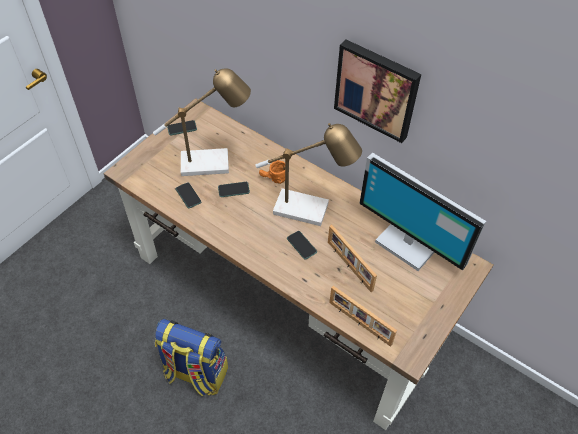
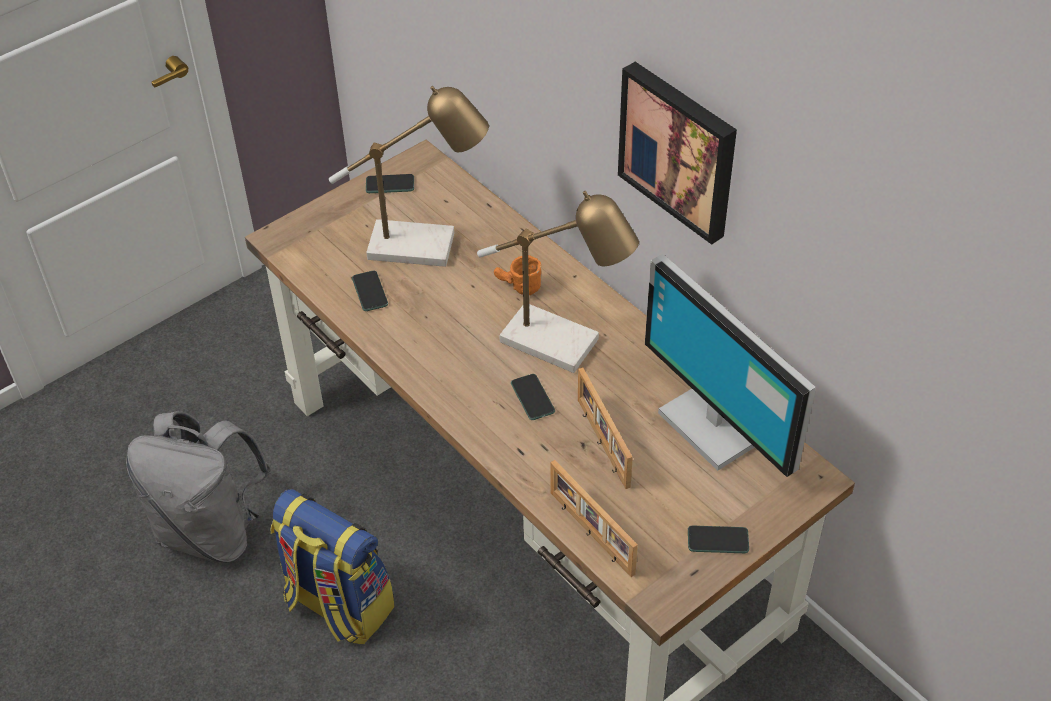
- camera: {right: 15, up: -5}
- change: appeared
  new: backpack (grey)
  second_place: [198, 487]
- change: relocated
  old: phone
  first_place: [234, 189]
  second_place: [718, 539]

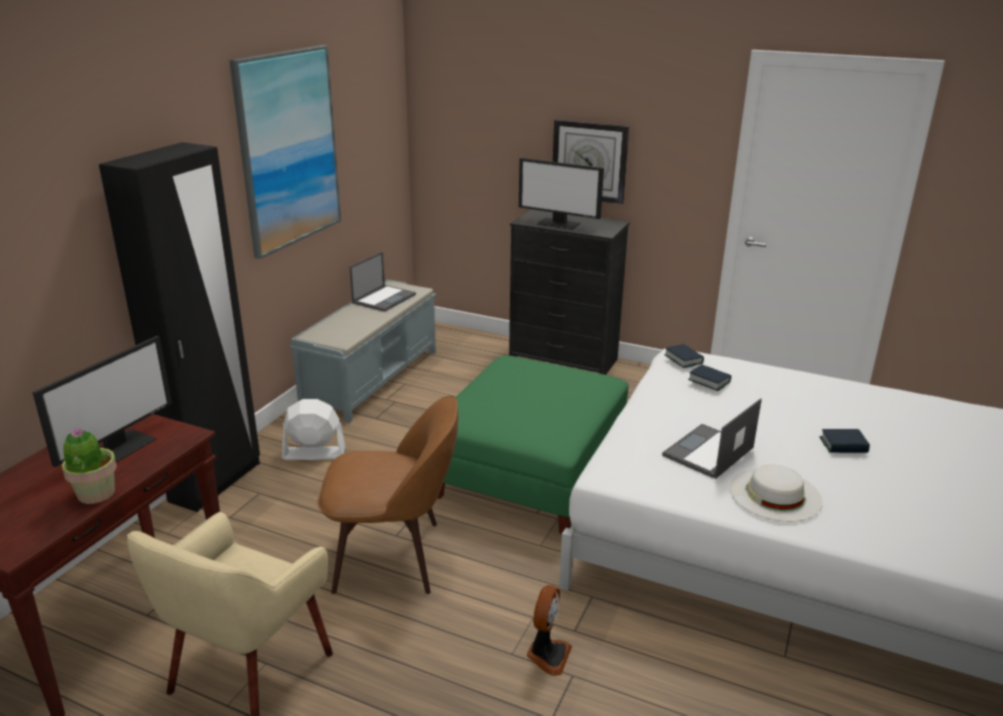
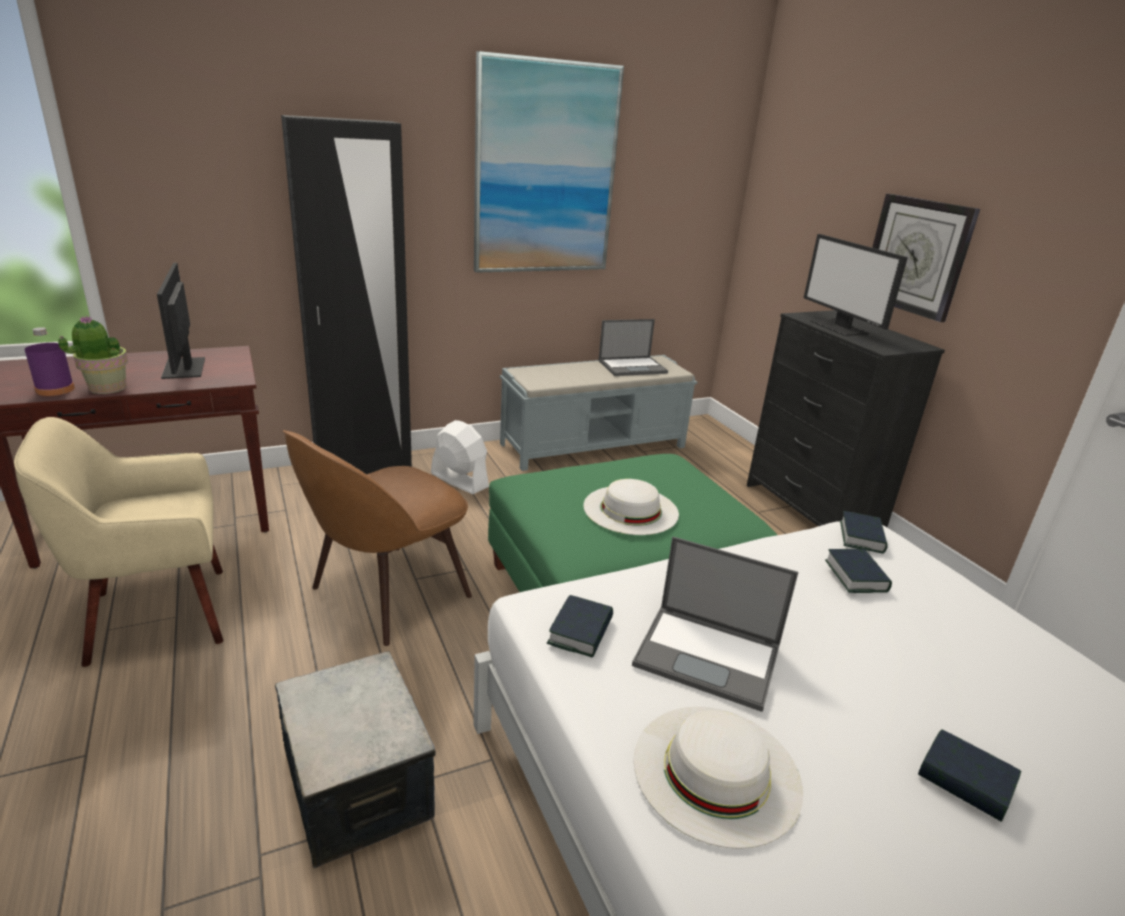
- camera: {right: 40, up: 0}
- change: appeared
  new: bottle (purple)
  second_place: [50, 361]
- change: spun
  old: monitor
  first_place: [102, 401]
  second_place: [181, 321]
  degrees: 90
- change: exchanged
  old: fan
  new: storage box
  first_place: [549, 630]
  second_place: [355, 759]
- change: spun
  old: chair (brown)
  first_place: [387, 495]
  second_place: [377, 538]
  degrees: 90
- change: appeared
  new: book
  second_place: [580, 626]
- change: appeared
  new: hat (white)
  second_place: [631, 507]
- change: spun
  old: laptop
  first_place: [712, 438]
  second_place: [715, 624]
  degrees: -150

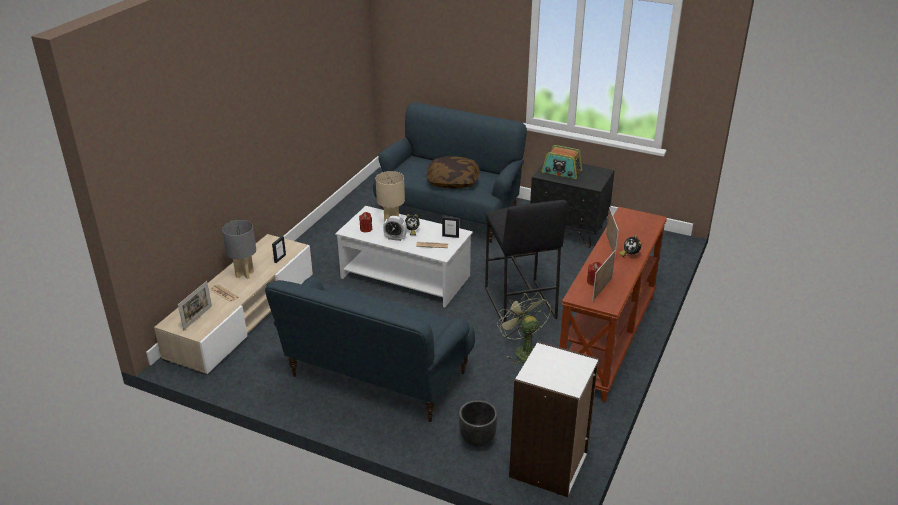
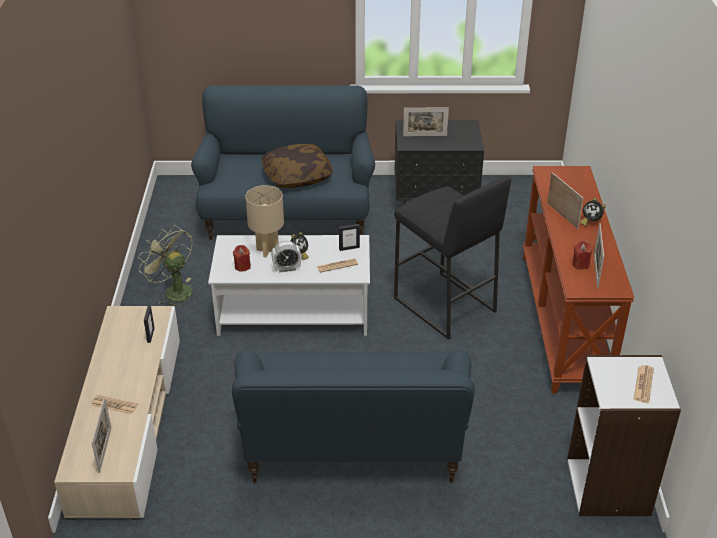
- camera: {right: -25, up: 5}
- change: relocated
  old: fan (green)
  first_place: [524, 329]
  second_place: [165, 266]
- change: exchanged
  old: radio
  new: picture frame
  first_place: [562, 162]
  second_place: [426, 121]
- change: appeared
  new: newspaper
  second_place: [643, 384]
- change: missing
  old: table lamp (grey)
  first_place: [239, 249]
- change: missing
  old: planter (black)
  first_place: [478, 423]

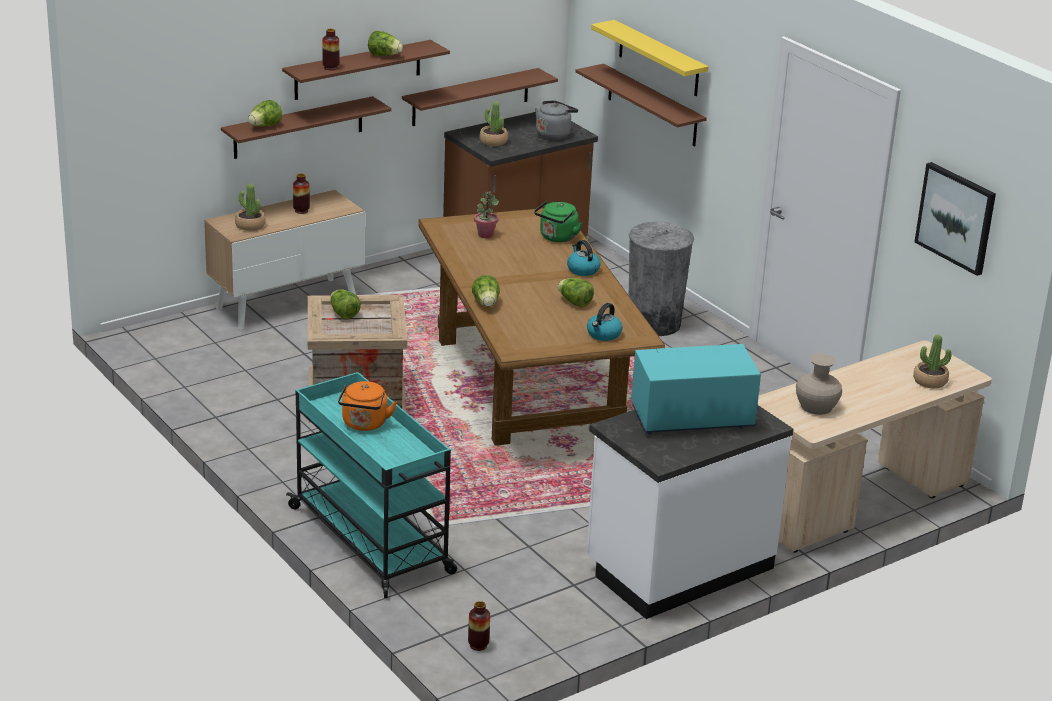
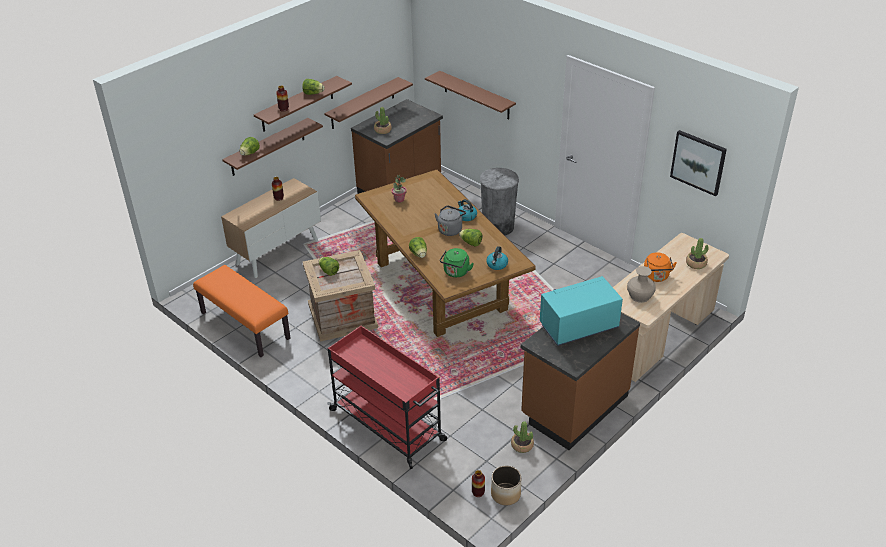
- camera: {right: -10, up: 10}
- change: appeared
  new: bench (orange)
  second_place: [241, 311]
- change: colour
  old: cart (turquoise)
  new: cart (red)
  first_place: [371, 485]
  second_place: [387, 397]
- change: relocated
  old: kettle (grey)
  first_place: [556, 120]
  second_place: [450, 220]
- change: relocated
  old: kettle (green)
  first_place: [558, 221]
  second_place: [457, 262]
- change: appeared
  new: planter
  second_place: [506, 485]
- change: relocated
  old: potted plant
  first_place: [250, 207]
  second_place: [522, 437]
- change: colour
  old: counter (white)
  new: counter (brown)
  first_place: [690, 512]
  second_place: [580, 381]
- change: relocated
  old: kettle (orange)
  first_place: [367, 406]
  second_place: [660, 267]
- change: missing
  old: shelf (yellow)
  first_place: [650, 58]

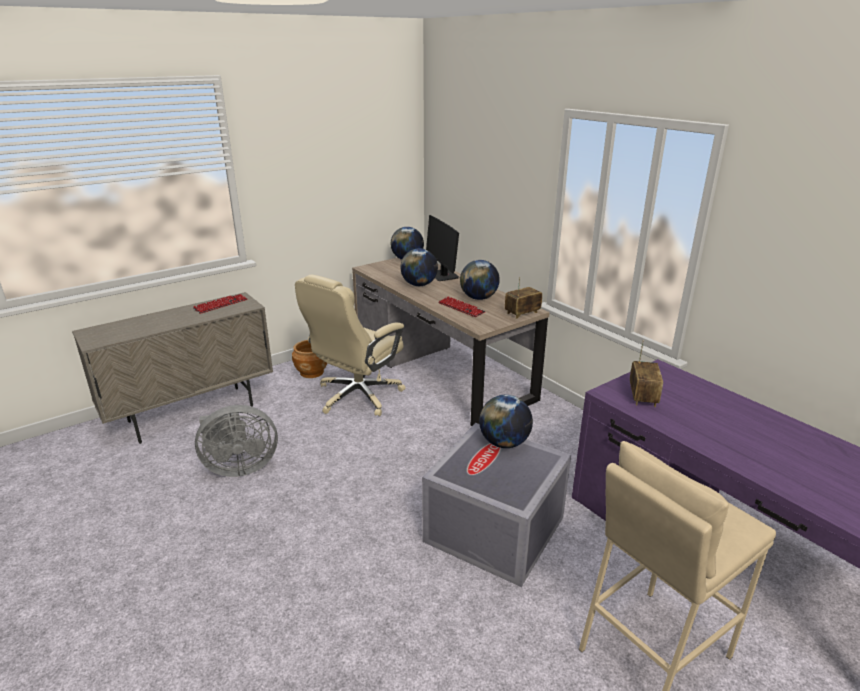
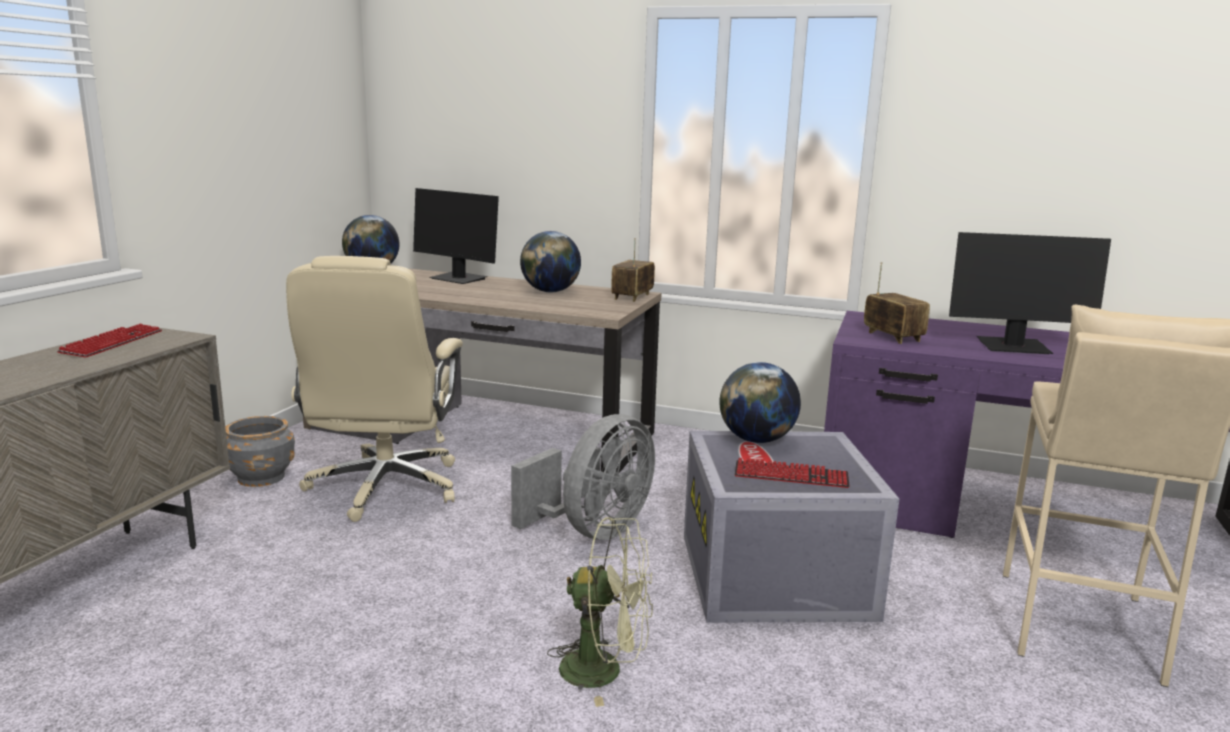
- camera: {right: -35, up: -10}
- change: colour
  old: planter (brown)
  new: planter (grey)
  first_place: [310, 359]
  second_place: [260, 451]
- change: relocated
  old: fan (grey)
  first_place: [236, 441]
  second_place: [583, 477]
- change: appeared
  new: fan (green)
  second_place: [600, 612]
- change: relocated
  old: keyboard
  first_place: [462, 306]
  second_place: [792, 473]
- change: appeared
  new: monitor
  second_place: [1030, 293]
- change: missing
  old: globe
  first_place: [419, 267]

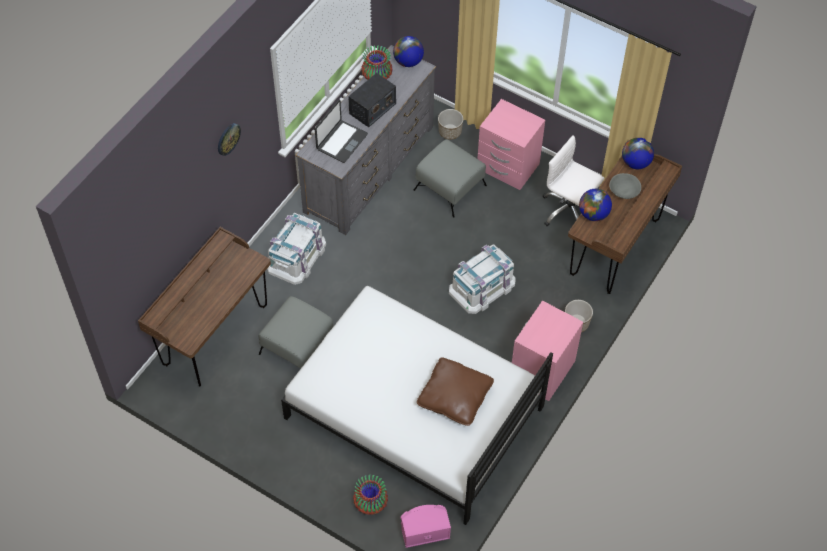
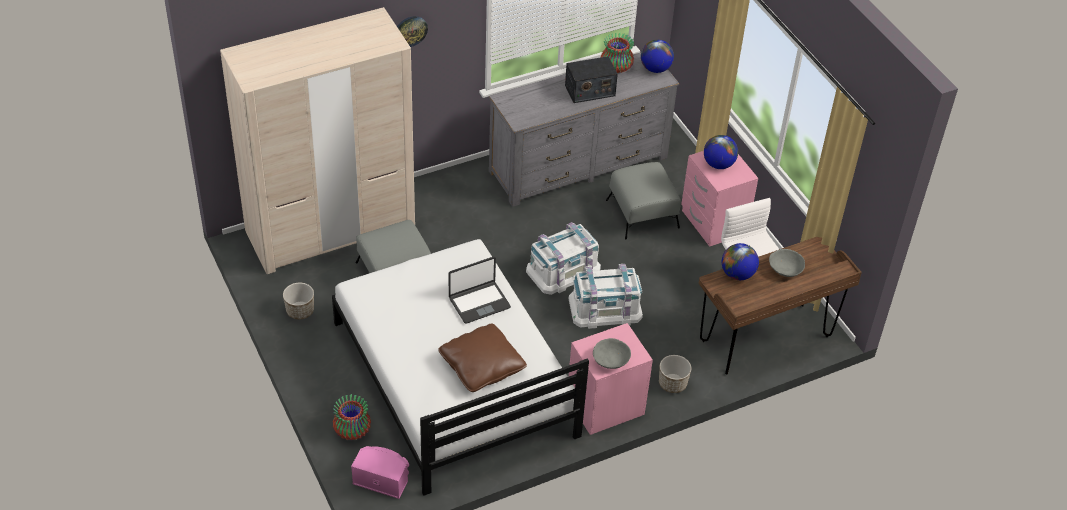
- camera: {right: 30, up: -10}
- change: exchanged
  old: desk (brown)
  new: wardrobe (beige)
  first_place: [204, 306]
  second_place: [317, 140]
- change: relocated
  old: planter
  first_place: [450, 124]
  second_place: [298, 301]
- change: relocated
  old: laptop
  first_place: [341, 131]
  second_place: [480, 290]
- change: relocated
  old: storage box (white)
  first_place: [296, 249]
  second_place: [563, 258]
- change: appeared
  new: bowl (grey)
  second_place: [612, 353]
- change: relocated
  old: globe
  first_place: [638, 153]
  second_place: [721, 152]

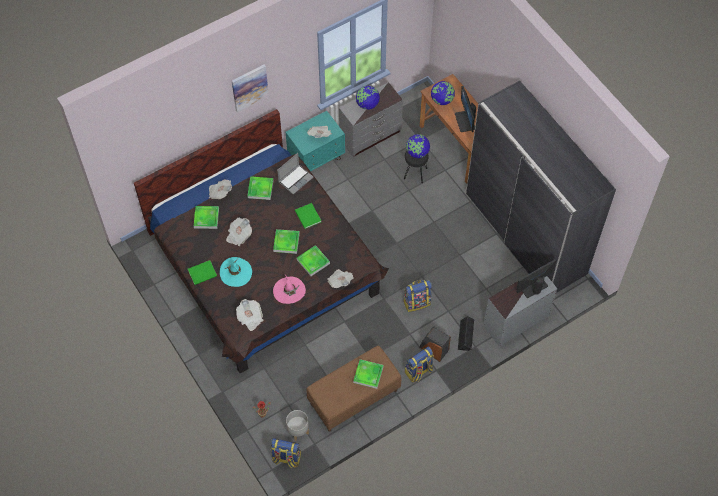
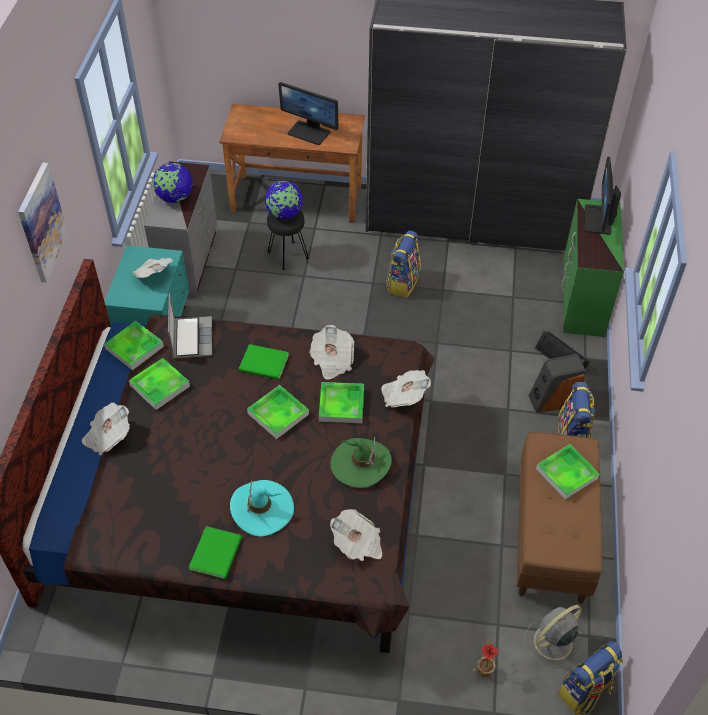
- camera: {right: -50, up: -10}
- change: relocated
  old: tray
  first_place: [206, 217]
  second_place: [134, 345]
- change: relocated
  old: newspaper
  first_place: [239, 232]
  second_place: [331, 352]
- change: colour
  old: hat (pink)
  new: hat (green)
  first_place: [289, 289]
  second_place: [361, 462]
- change: relocated
  old: backpack
  first_place: [417, 296]
  second_place: [403, 264]
- change: exchanged
  old: planter (grey)
  new: fan (grey)
  first_place: [297, 425]
  second_place: [553, 638]
- change: colour
  old: dresser (grey)
  new: dresser (green)
  first_place: [520, 311]
  second_place: [592, 268]
- change: missing
  old: globe
  first_place: [443, 93]

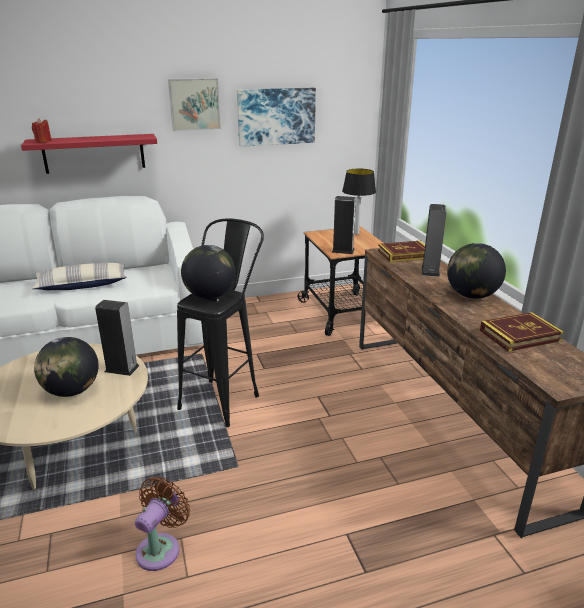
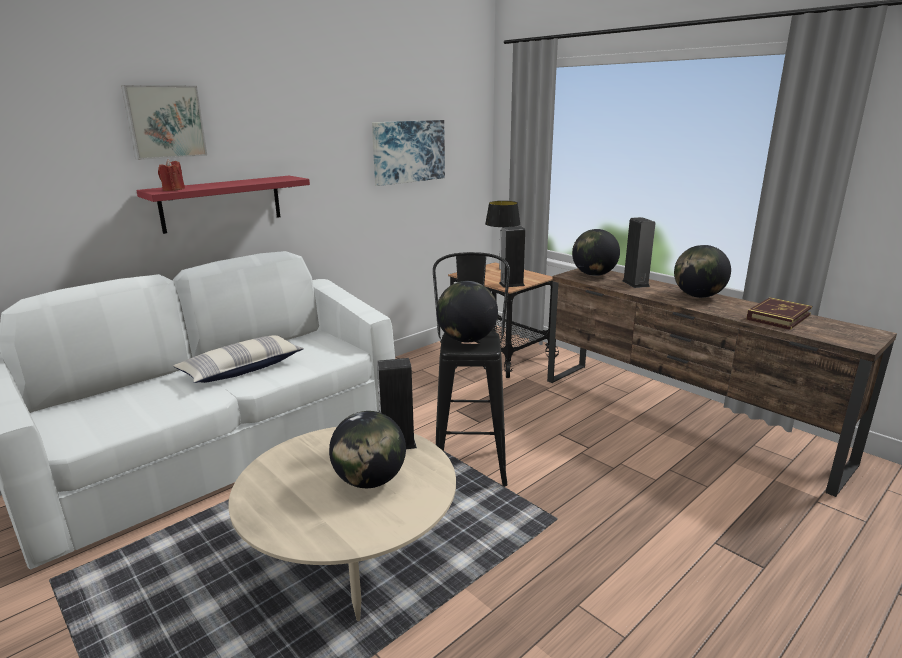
- camera: {right: -25, up: -5}
- change: relocated
  old: picture
  first_place: [194, 104]
  second_place: [164, 122]
- change: exchanged
  old: book
  new: globe
  first_place: [401, 251]
  second_place: [596, 252]
- change: missing
  old: fan (brown)
  first_place: [162, 523]

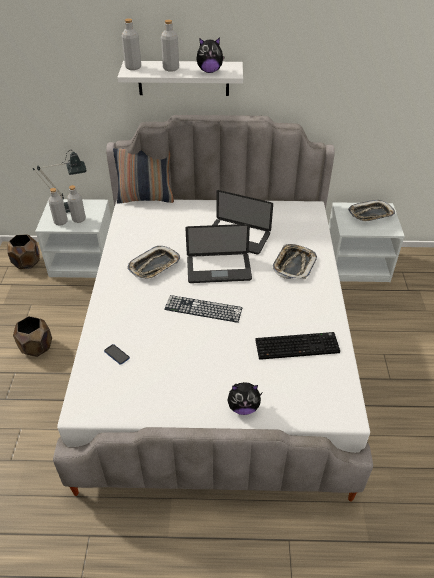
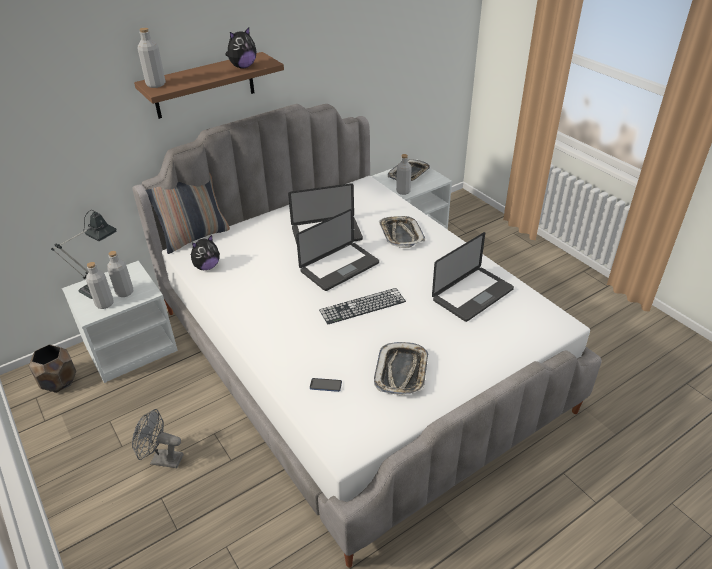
- camera: {right: -35, up: -5}
- change: exchanged
  old: planter (brown)
  new: fan (grey)
  first_place: [32, 336]
  second_place: [157, 438]
- change: colour
  old: shelf (white)
  new: shelf (brown)
  first_place: [180, 78]
  second_place: [209, 85]
- change: relocated
  old: plush toy
  first_place: [244, 398]
  second_place: [205, 252]
- change: relocated
  old: tray
  first_place: [153, 262]
  second_place: [401, 368]
- change: relocated
  old: bottle (grey)
  first_place: [170, 46]
  second_place: [404, 174]
- change: exchanged
  old: keyboard
  new: laptop
  first_place: [297, 346]
  second_place: [473, 277]

